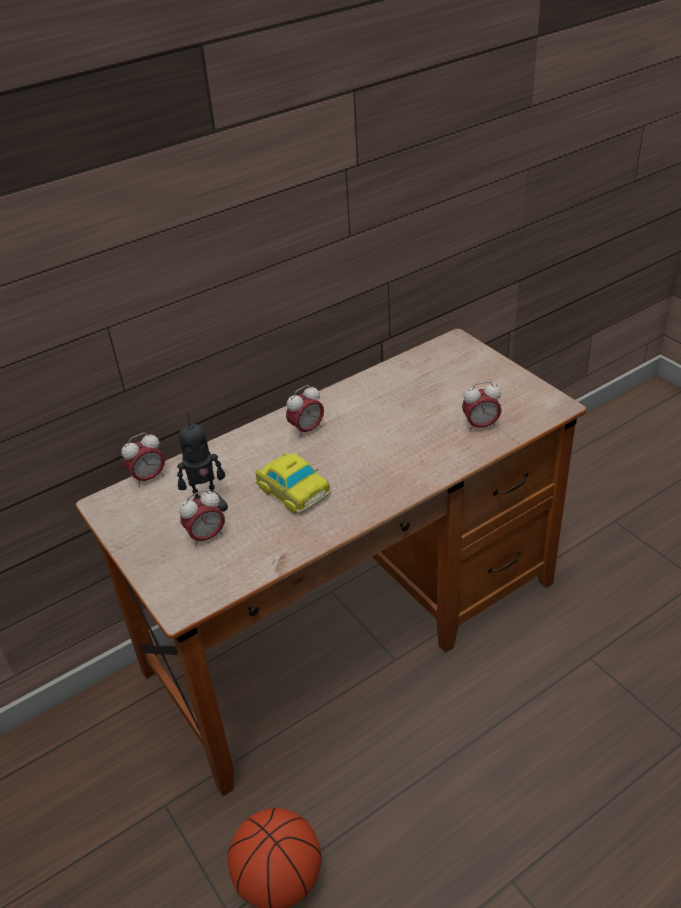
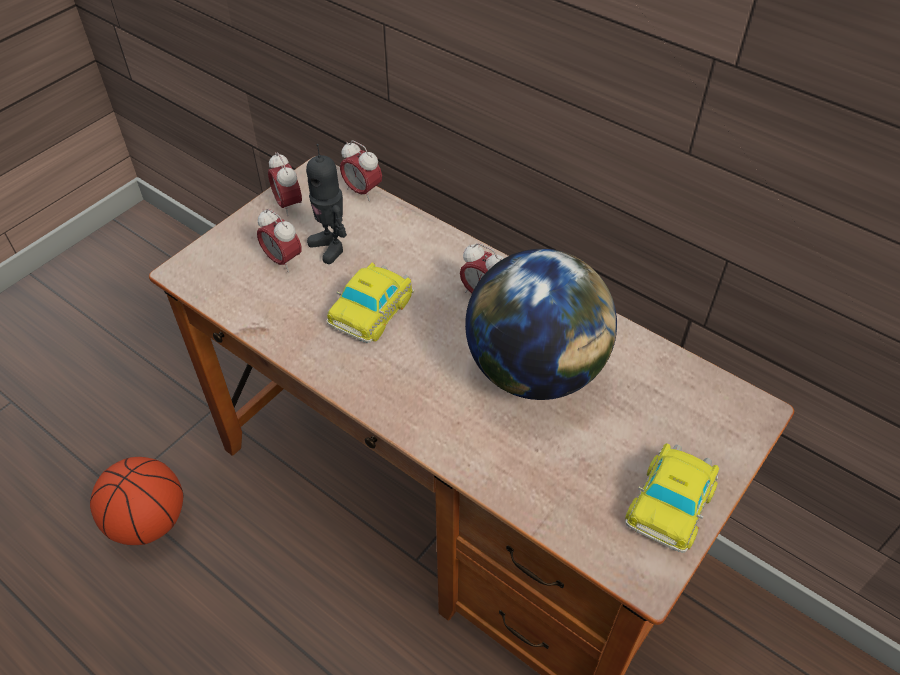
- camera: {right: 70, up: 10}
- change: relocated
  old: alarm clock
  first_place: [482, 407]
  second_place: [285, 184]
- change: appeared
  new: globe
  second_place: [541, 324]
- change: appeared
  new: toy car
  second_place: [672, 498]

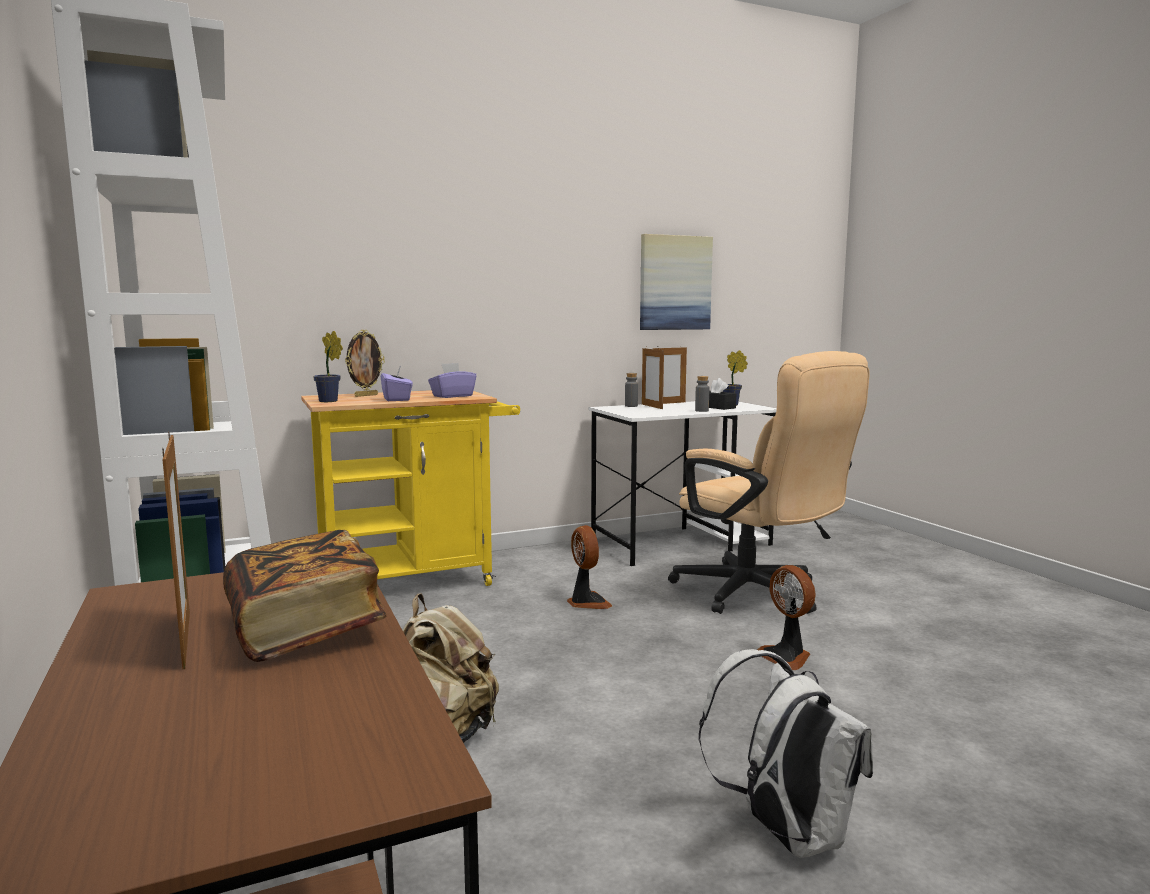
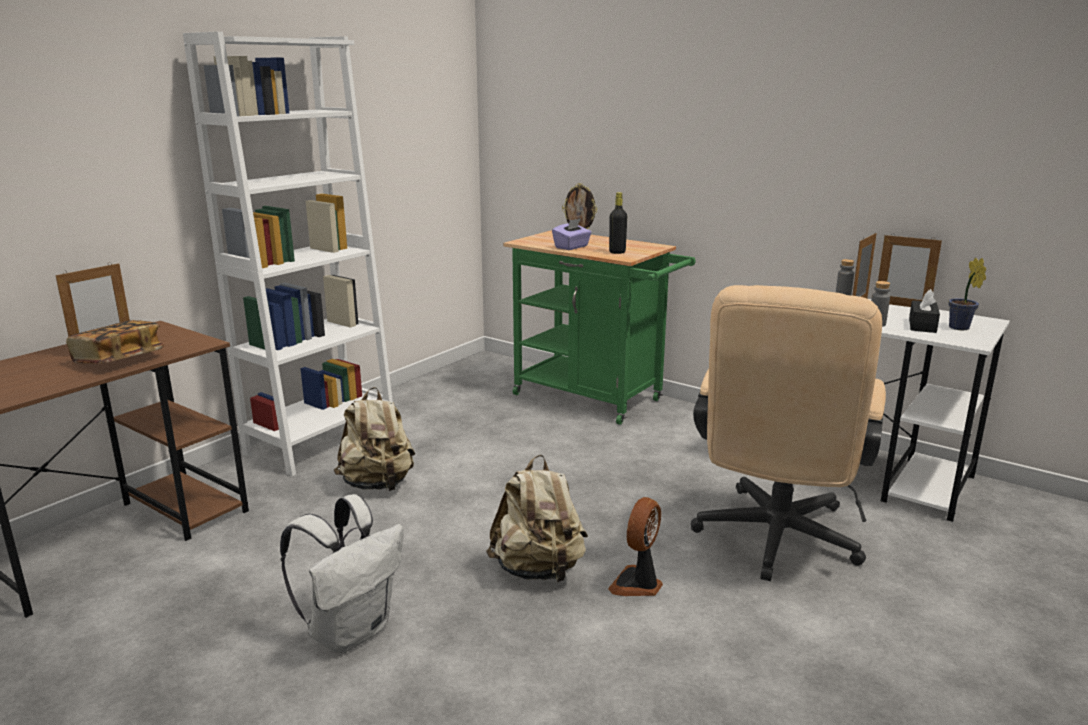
- camera: {right: 60, up: 10}
- change: appeared
  new: backpack (beige)
  second_place: [537, 519]
- change: colour
  old: cart (yellow)
  new: cart (green)
  first_place: [410, 488]
  second_place: [599, 327]
- change: exchanged
  old: tissue box (purple)
  new: bottle (black)
  first_place: [452, 380]
  second_place: [618, 223]
- change: missing
  old: potted plant
  first_place: [328, 366]
- change: missing
  old: fan
  first_place: [589, 567]
- change: missing
  old: picture
  first_place: [676, 282]

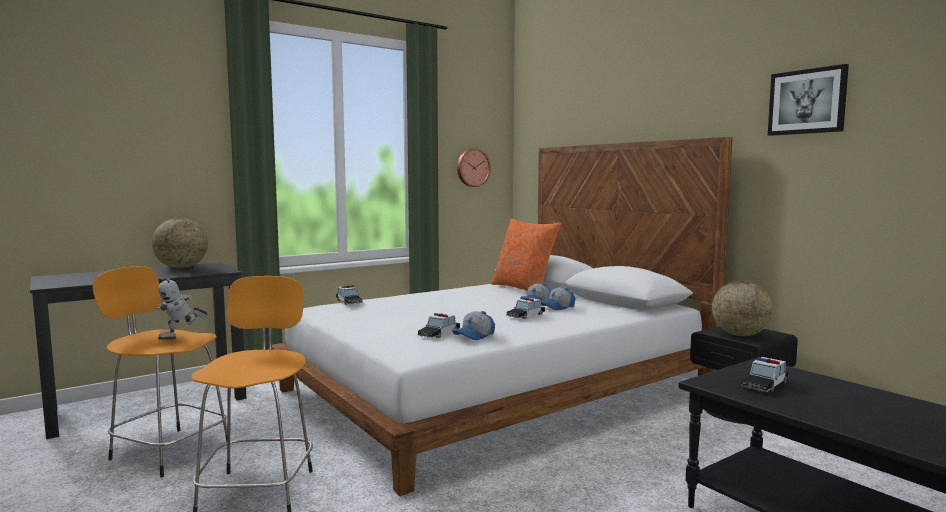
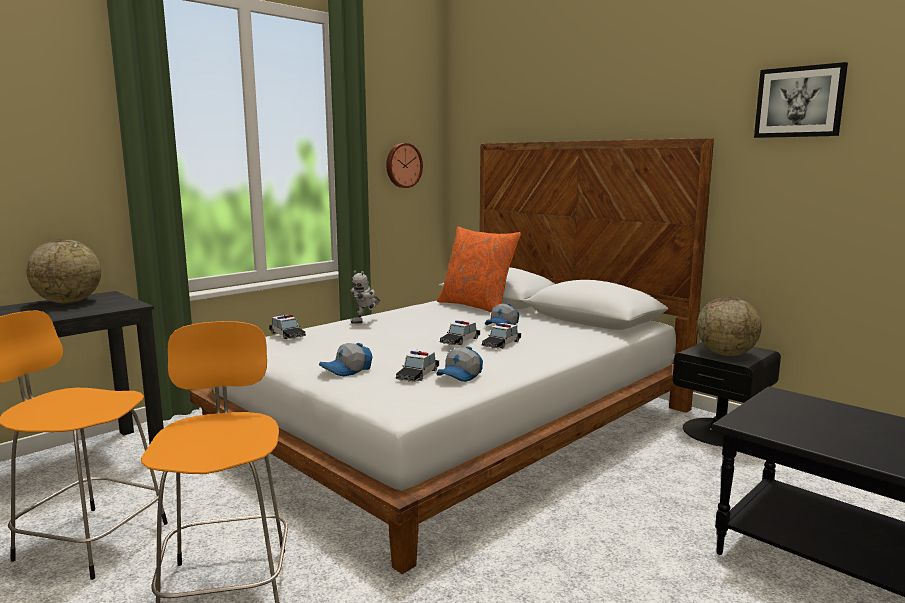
- camera: {right: -10, up: 5}
- change: relocated
  old: cap
  first_place: [558, 298]
  second_place: [346, 359]
- change: relocated
  old: toy robot
  first_place: [181, 308]
  second_place: [365, 297]
- change: relocated
  old: toy car
  first_place: [765, 374]
  second_place: [459, 332]

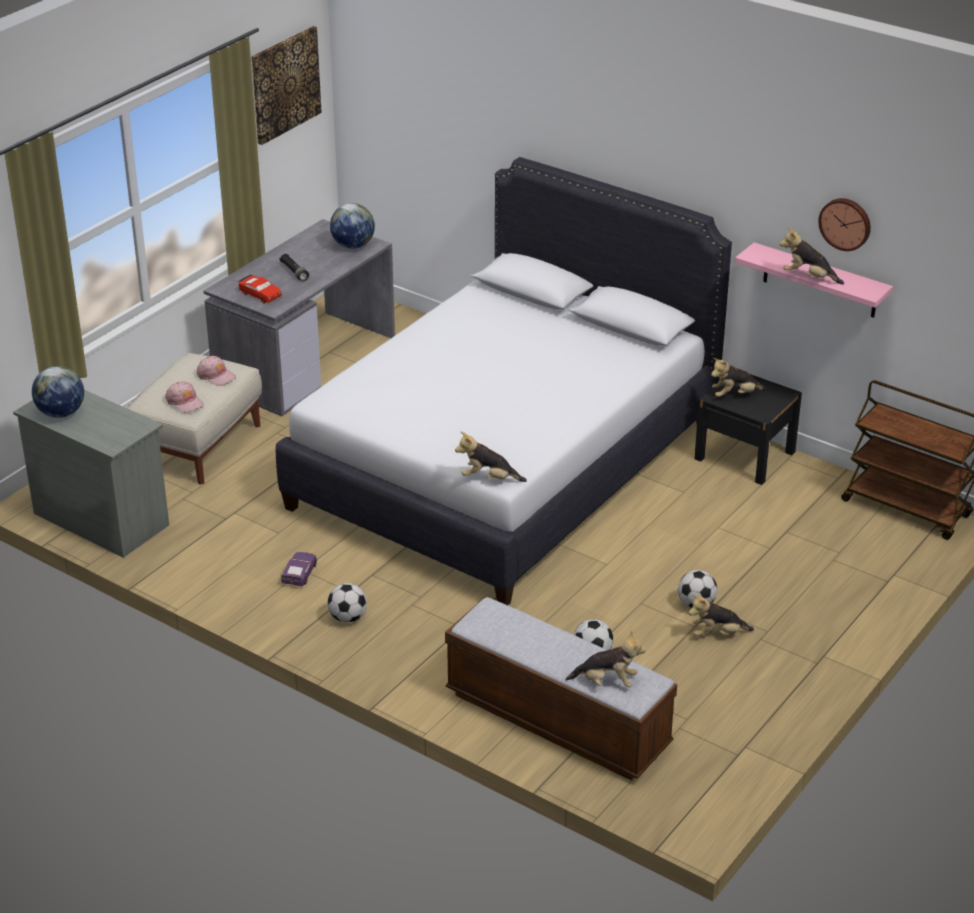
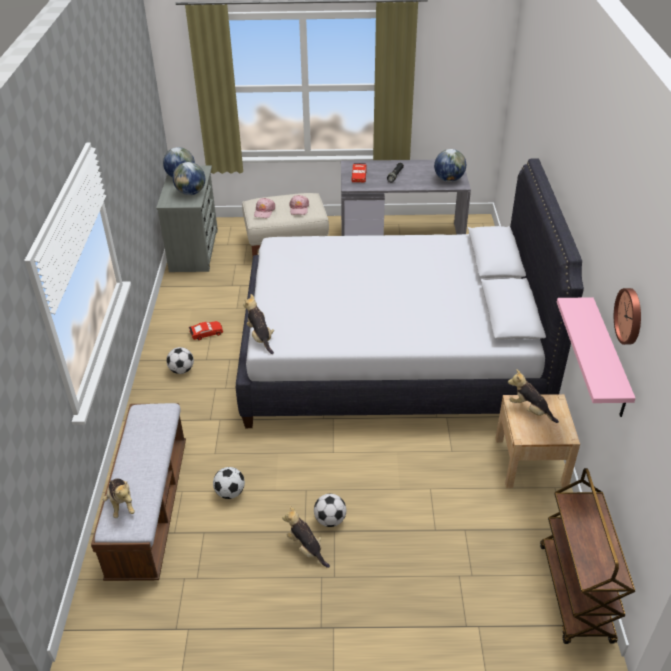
- camera: {right: 55, up: 5}
- change: appeared
  new: globe
  second_place: [189, 178]
- change: colour
  old: toy car (purple)
  new: toy car (red)
  first_place: [299, 569]
  second_place: [206, 330]
- change: colour
  old: nightstand (black)
  new: nightstand (beige)
  first_place: [748, 430]
  second_place: [538, 441]
- change: missing
  old: picture
  first_place: [286, 85]
- change: missing
  old: plush toy
  first_place: [812, 256]

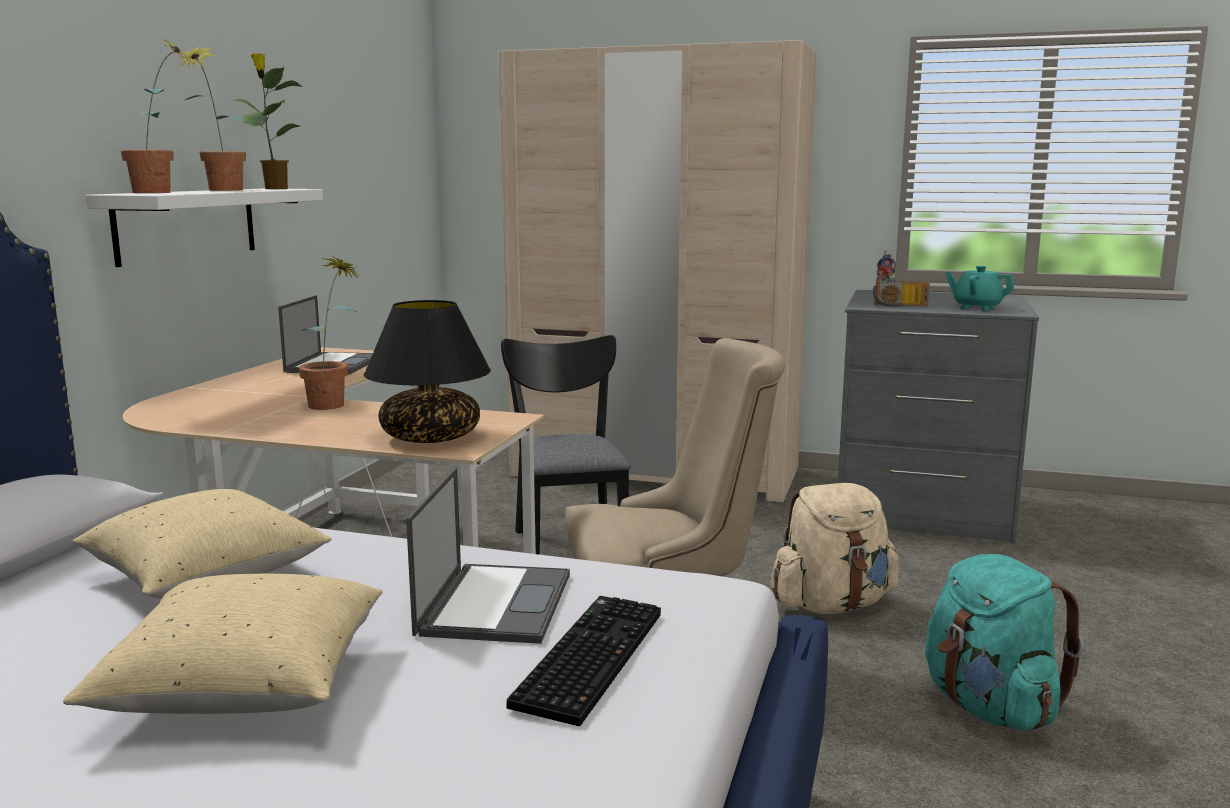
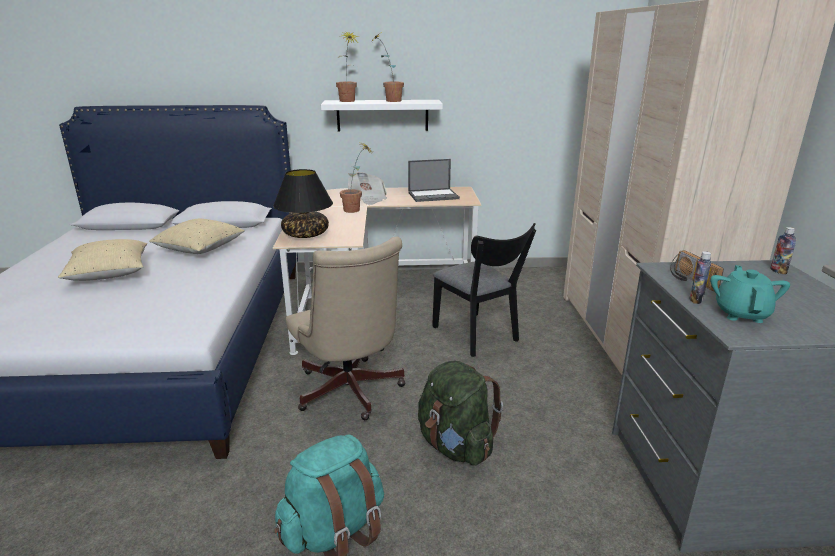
- camera: {right: 70, up: 10}
- change: appeared
  new: newspaper
  second_place: [367, 188]
- change: colour
  old: backpack (beige)
  new: backpack (green)
  first_place: [834, 548]
  second_place: [460, 413]
- change: spun
  old: chair (black)
  first_place: [566, 445]
  second_place: [484, 290]
  degrees: 90
- change: appeared
  new: bottle
  second_place: [700, 277]
- change: missing
  old: potted plant
  first_place: [268, 121]
- change: missing
  old: laptop
  first_place: [488, 556]
- change: missing
  old: keyboard
  first_place: [584, 661]

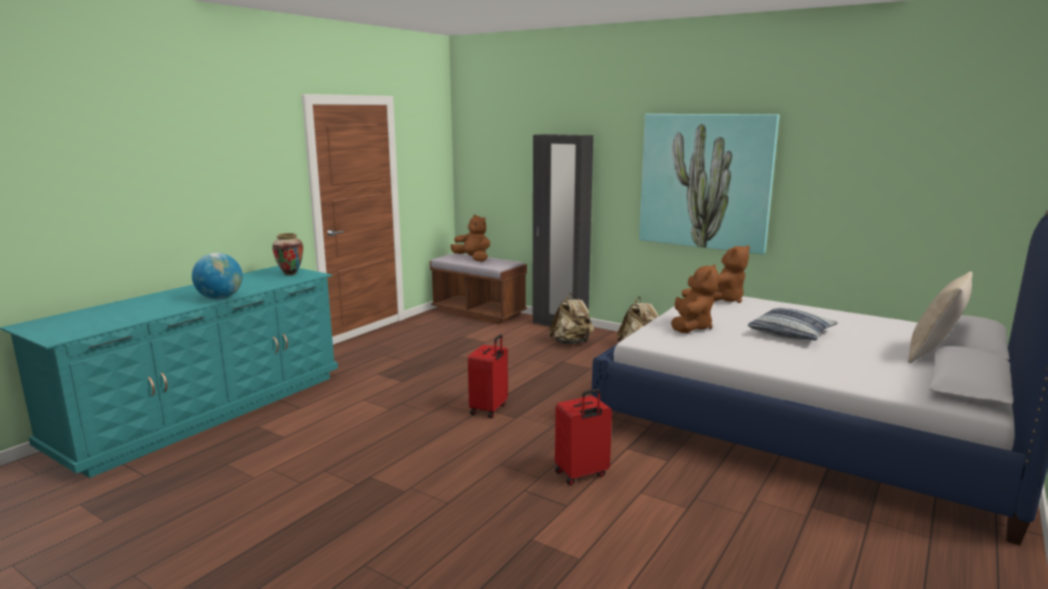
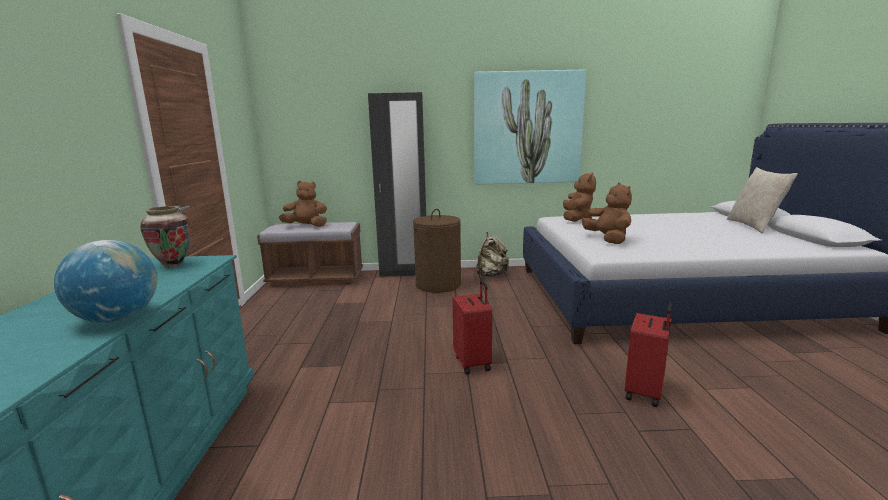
- camera: {right: -35, up: 0}
- change: exchanged
  old: backpack (beige)
  new: laundry basket (brown)
  first_place: [571, 318]
  second_place: [437, 251]
- change: missing
  old: pillow
  first_place: [793, 324]

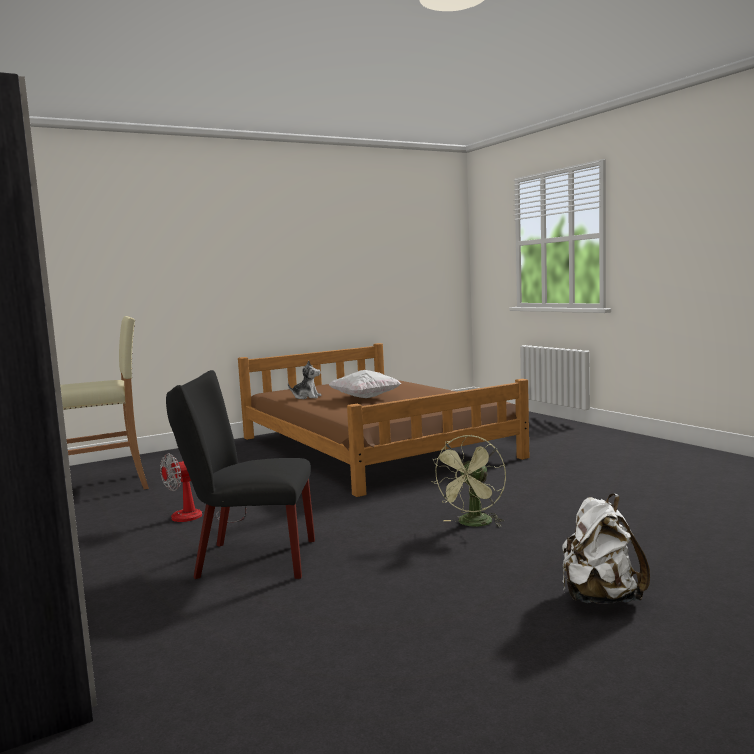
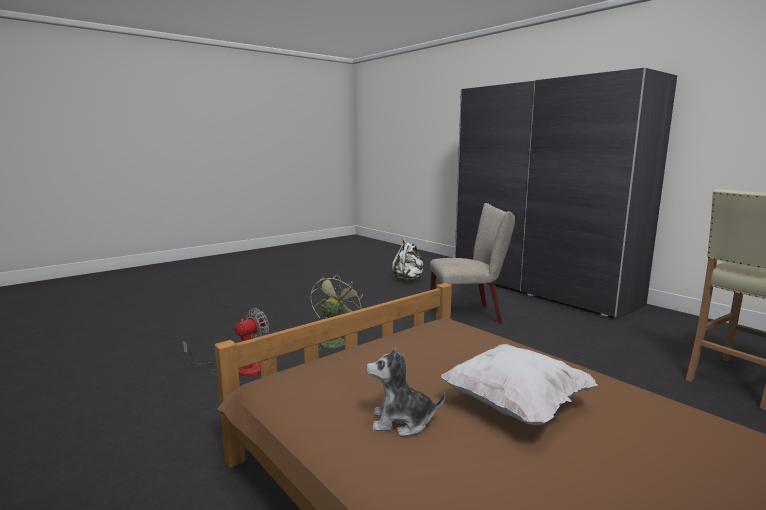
- camera: {right: 170, up: 5}
- change: relocated
  old: fan
  first_place: [203, 487]
  second_place: [226, 342]
- change: relocated
  old: plush toy
  first_place: [304, 380]
  second_place: [406, 391]
- change: relocated
  old: backpack (white)
  first_place: [606, 549]
  second_place: [407, 260]
- change: colour
  old: chair (black)
  new: chair (beige)
  first_place: [240, 474]
  second_place: [472, 263]

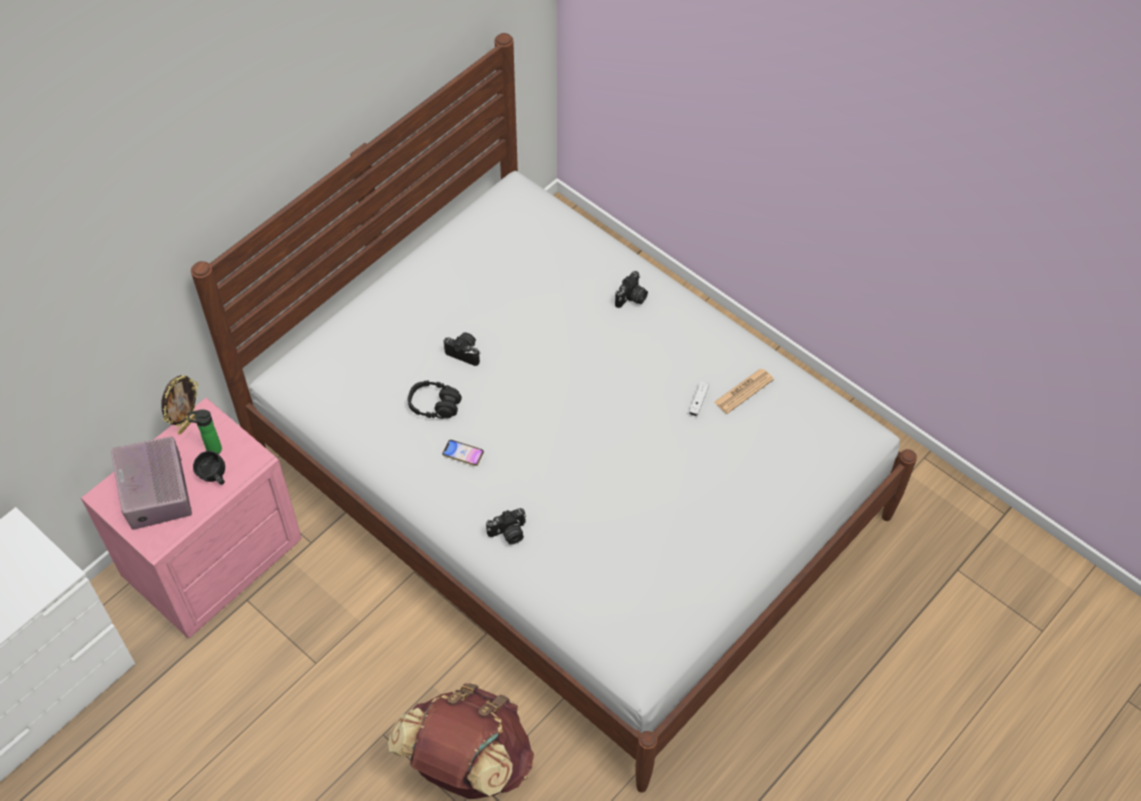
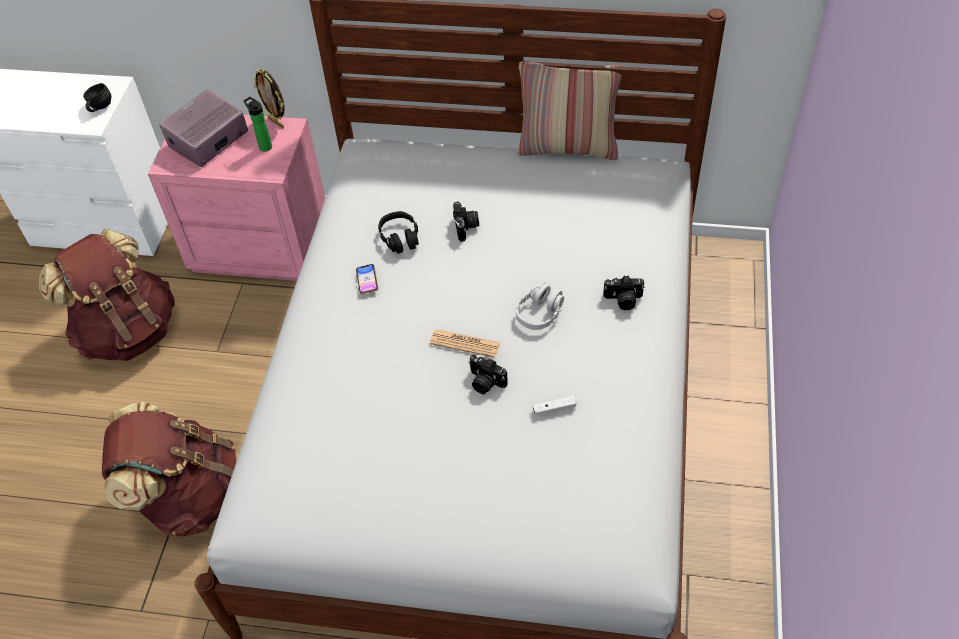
- camera: {right: 60, up: -5}
- change: appeared
  new: backpack (brown)
  second_place: [107, 295]
- change: relocated
  old: mug (black)
  first_place: [209, 468]
  second_place: [97, 97]
- change: spun
  old: picture frame
  first_place: [180, 405]
  second_place: [269, 98]
  degrees: 45
- change: relocated
  old: newspaper
  first_place: [744, 391]
  second_place: [465, 343]
- change: relocated
  old: photo camera
  first_place: [506, 526]
  second_place: [488, 374]
- change: appeared
  new: headphones (grey)
  second_place: [540, 306]
- change: appeared
  new: pillow
  second_place: [570, 111]

